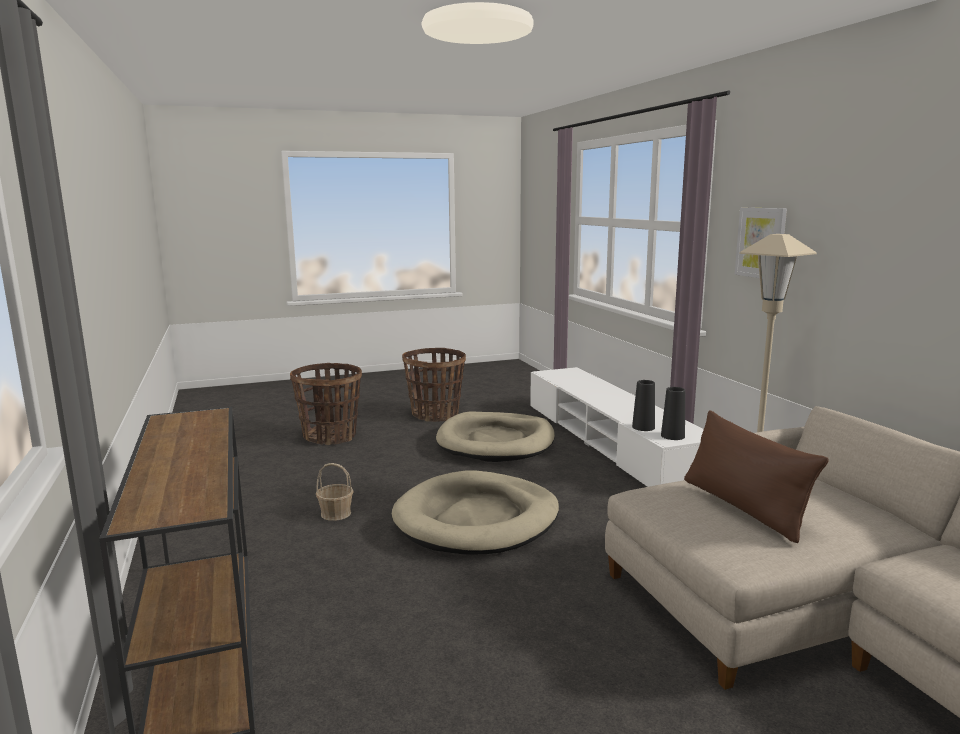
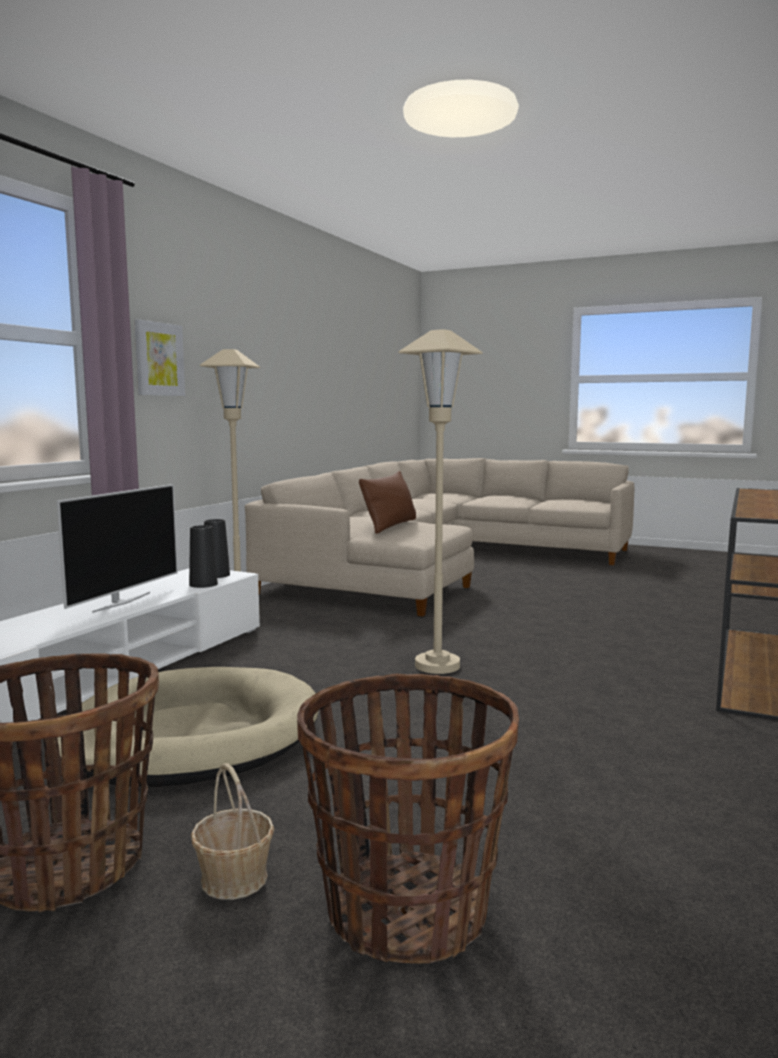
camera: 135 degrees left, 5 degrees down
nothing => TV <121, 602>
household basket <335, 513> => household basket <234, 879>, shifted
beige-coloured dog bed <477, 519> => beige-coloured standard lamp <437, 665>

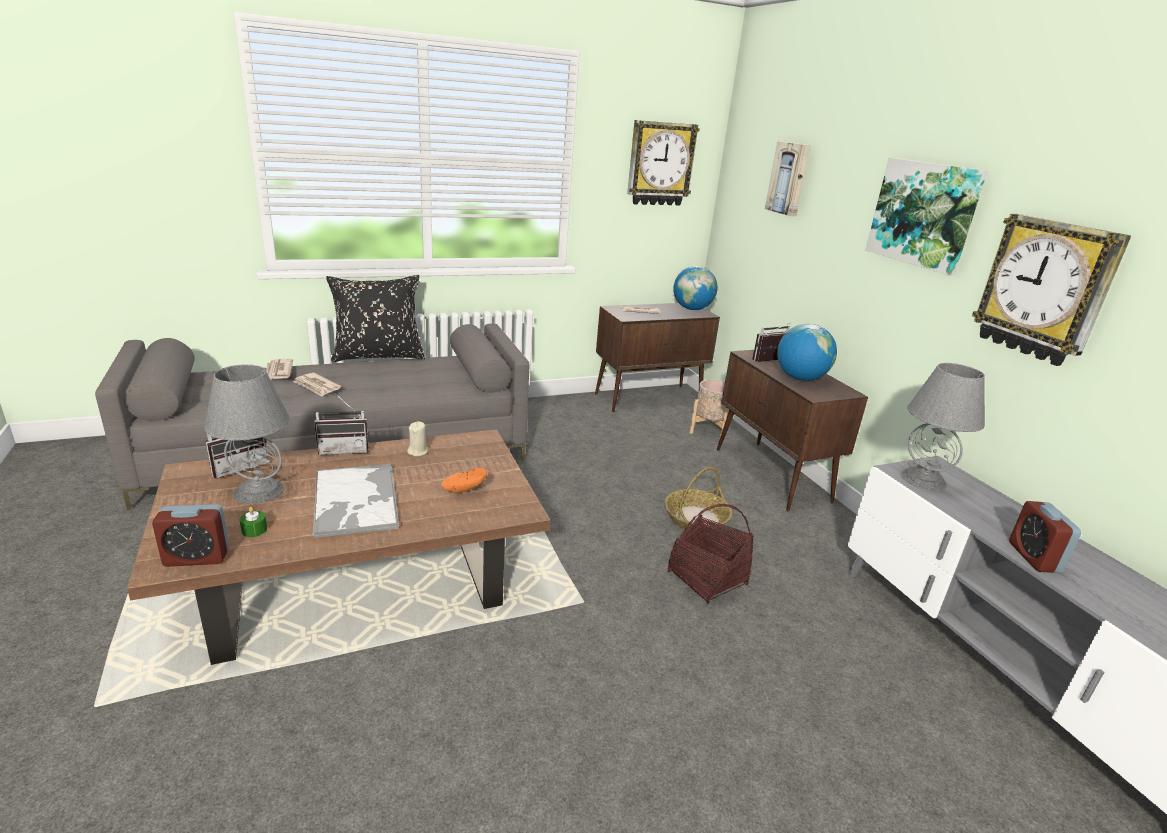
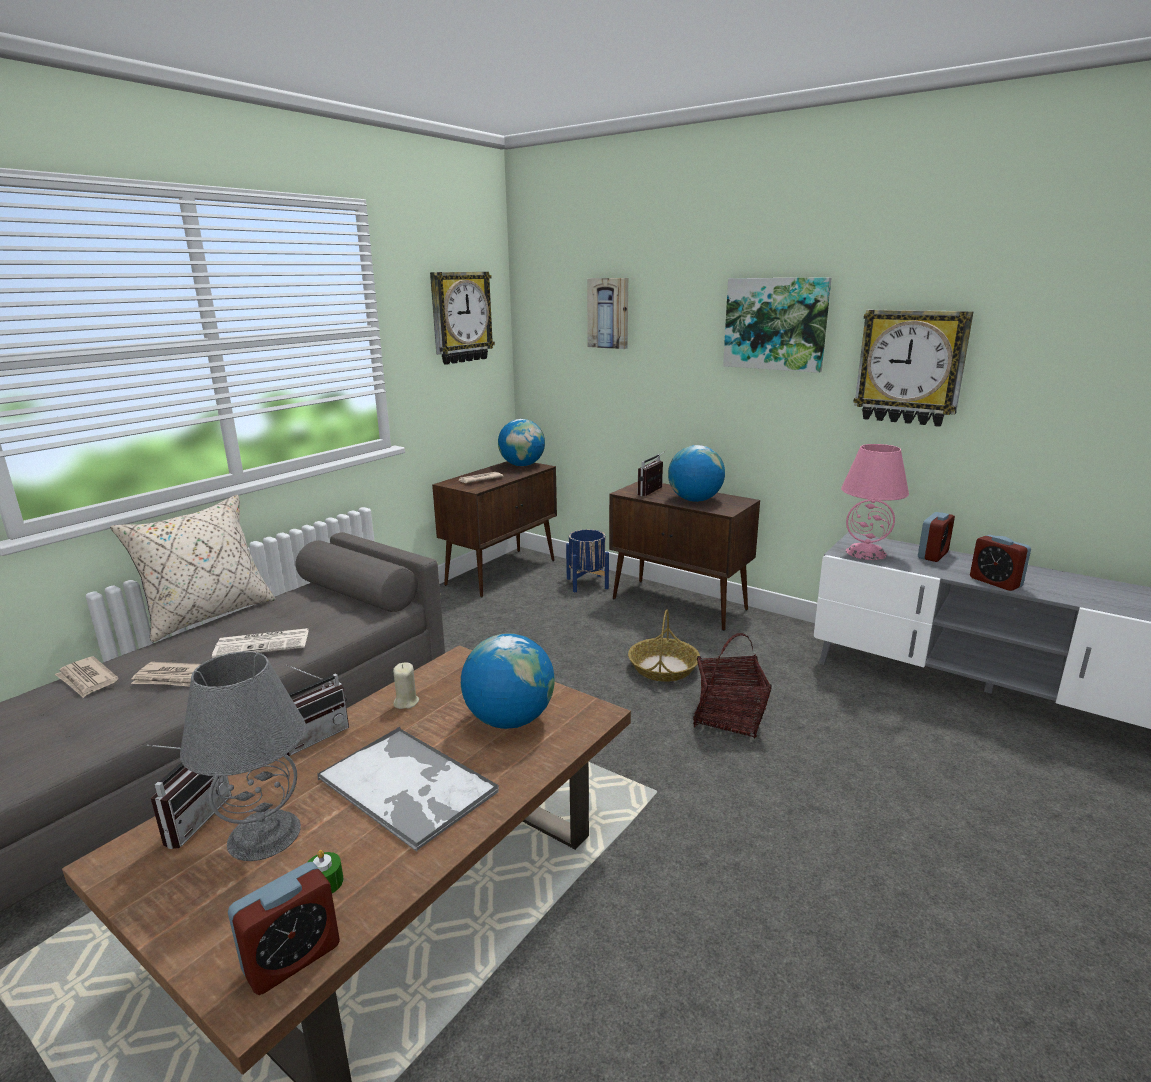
camera: 30 degrees left, 5 degrees down
black-coloured throw pillow <378, 356> => beige-coloured throw pillow <208, 615>
nothing => newspaper <264, 643>
orangey bowl <463, 489> => globe <509, 720>
beige-coloured plant pot <708, 430> => bluish plant pot <587, 583>
greyish lamp for a table <922, 479> => pinkish lamp for a table <865, 553>
nothing => bedside clock <933, 555>

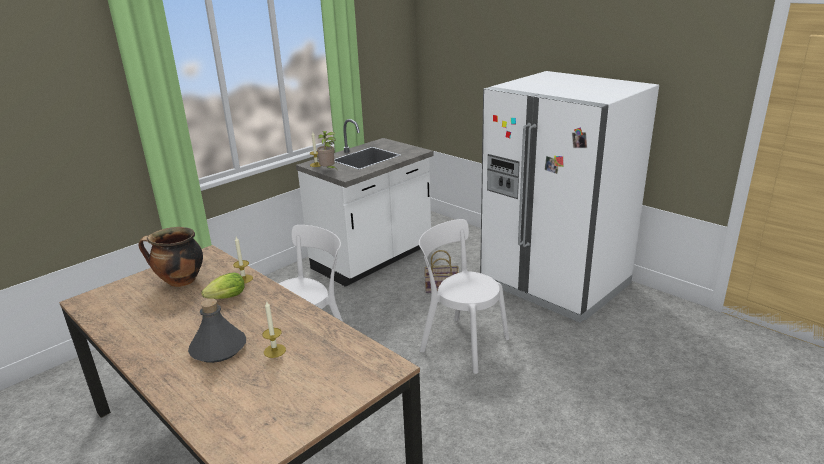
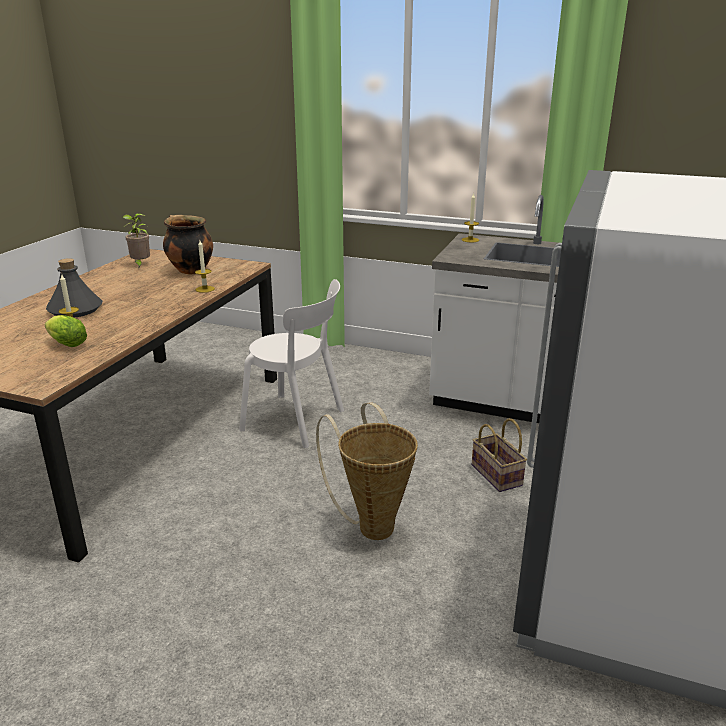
camera: 65 degrees right, 0 degrees up
lettuce head <225, 298> => lettuce head <65, 344>, shifted
houseplant <328, 170> => houseplant <140, 265>, shifted
white plain chair <461, 343> => household basket <372, 524>

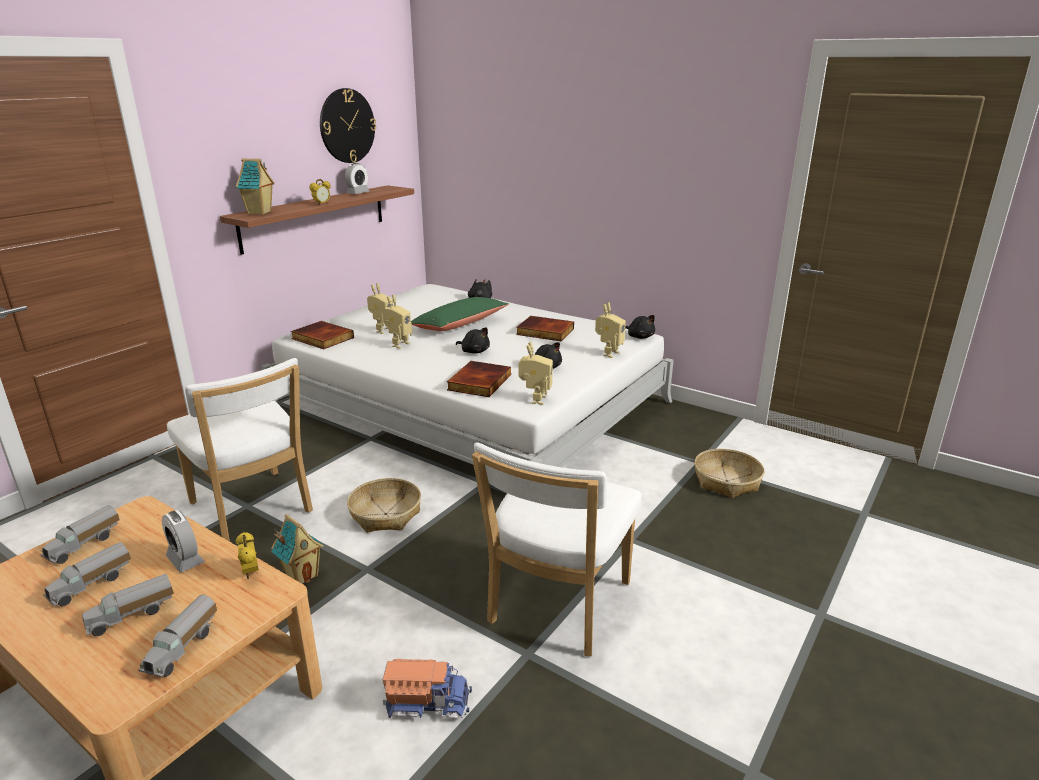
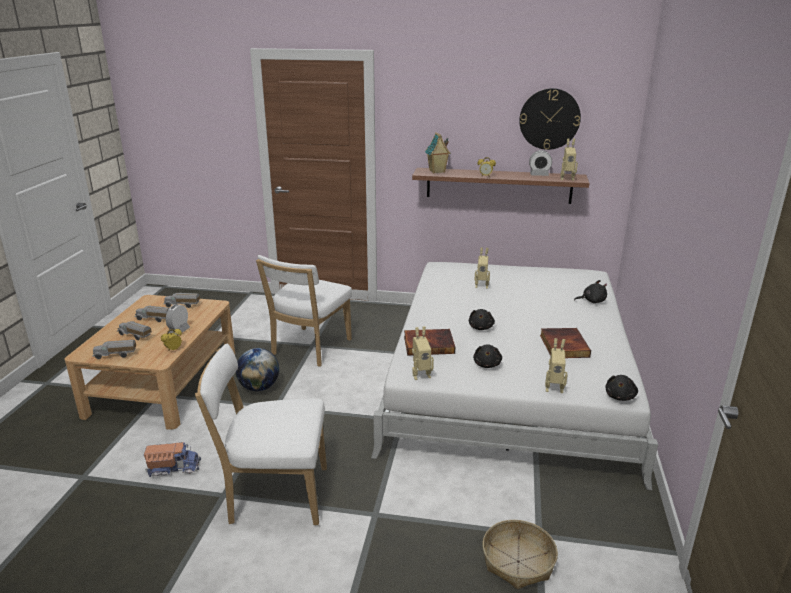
camera: 65 degrees right, 0 degrees up
model truck <427, 701> => model truck <173, 467>, 75 degrees counterclockwise
toy house <302, 575> => globe <259, 387>
robot figure <398, 344> => robot figure <566, 178>, shifted
book <321, 338> => nothing
household basket <386, 514> => nothing
green throw pillow <460, 324> => nothing

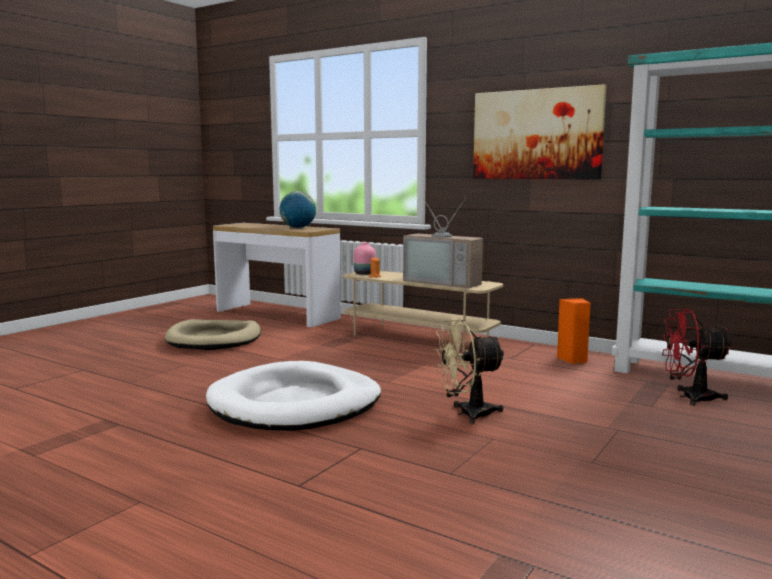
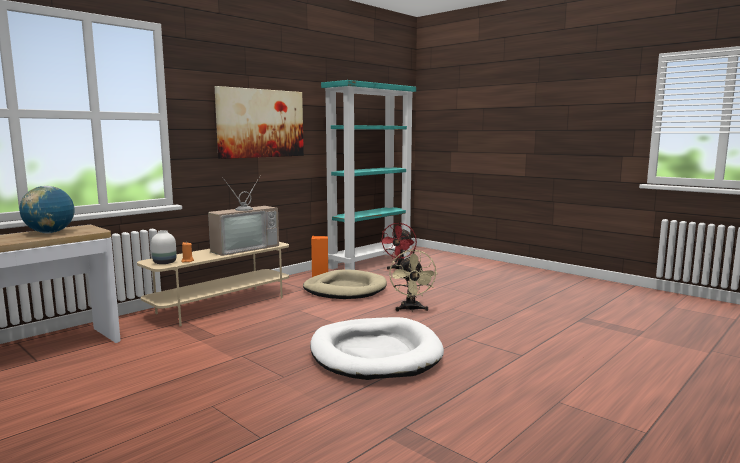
camera: 80 degrees left, 0 degrees up
pinkish vase <365, 274> => white vase <165, 262>
beige-coloured dog bed <214, 339> => beige-coloured dog bed <345, 289>, shifted

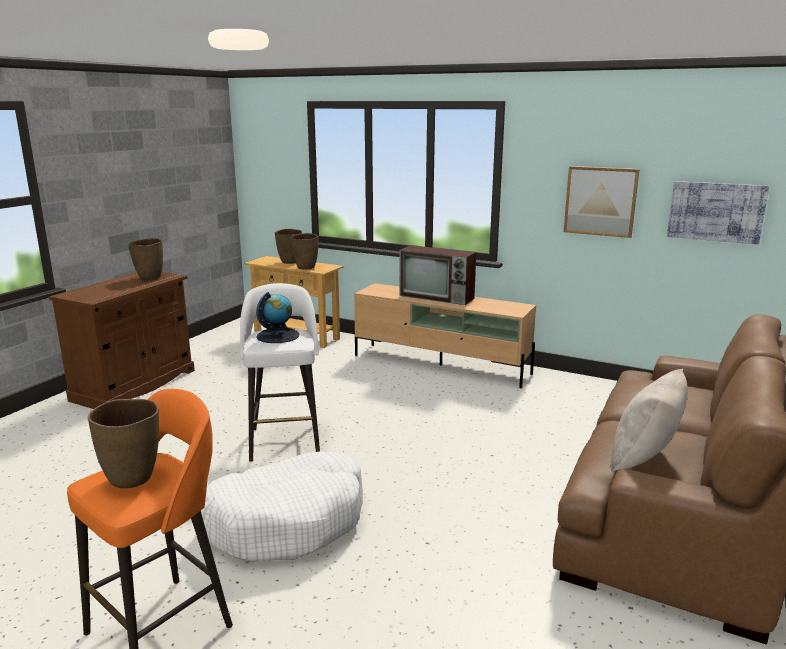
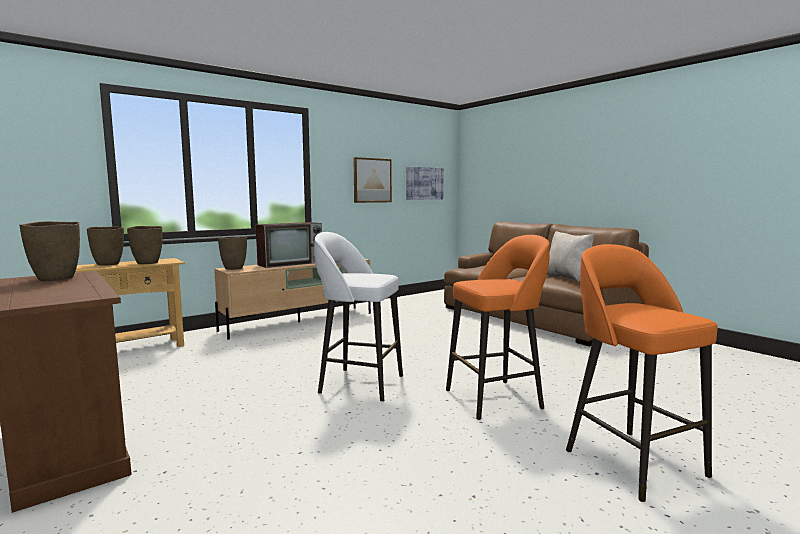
camera: 65 degrees left, 10 degrees down
brown-coloured vase <132, 478> => brown-coloured vase <234, 268>, shifted
white dog bed <288, 521> => orangey stool <496, 399>
globe <278, 336> => nothing

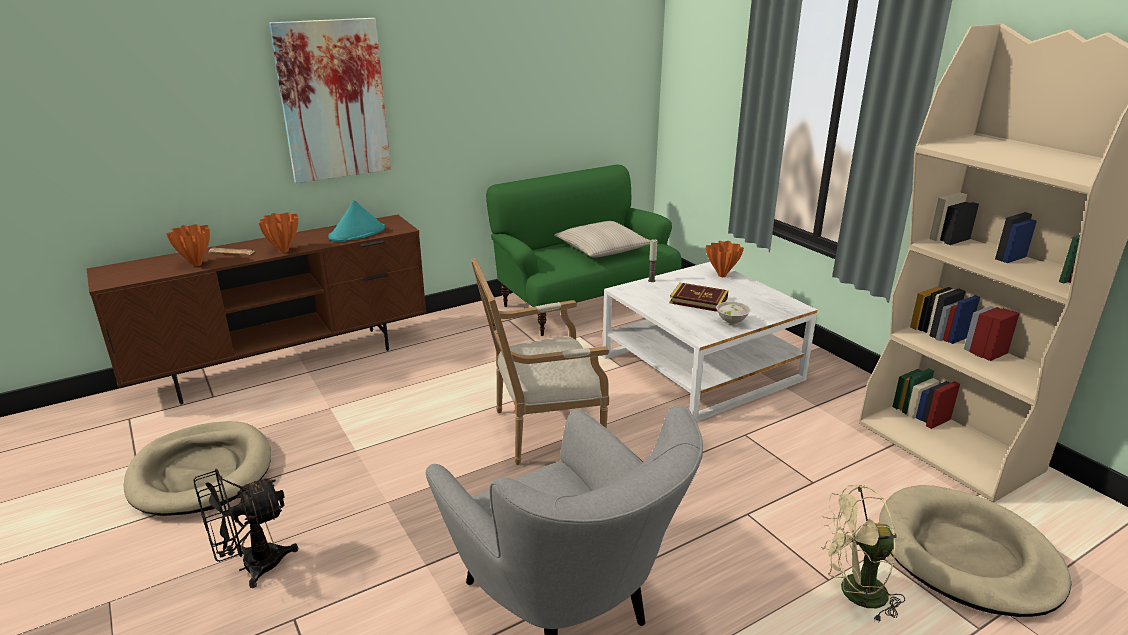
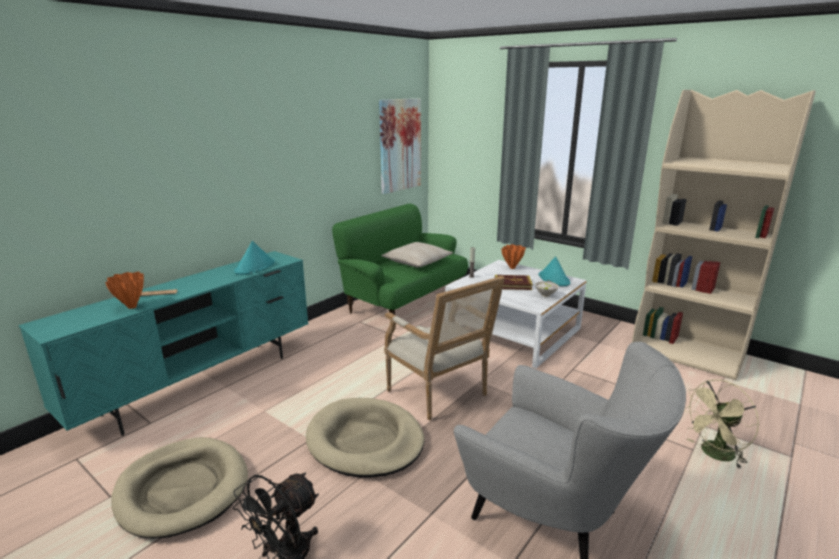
camera: 20 degrees left, 5 degrees down
brown-coloured tv unit <286, 364> => blue-green tv unit <201, 384>
beige-coloured dog bed <966, 555> => beige-coloured dog bed <365, 441>, shifted
picture <333, 100> => picture <400, 145>, shifted
easy chair <541, 432> => easy chair <441, 394>, 90 degrees counterclockwise
nothing => blue-green wearable hat <553, 279>
orangey vase <284, 251> => nothing

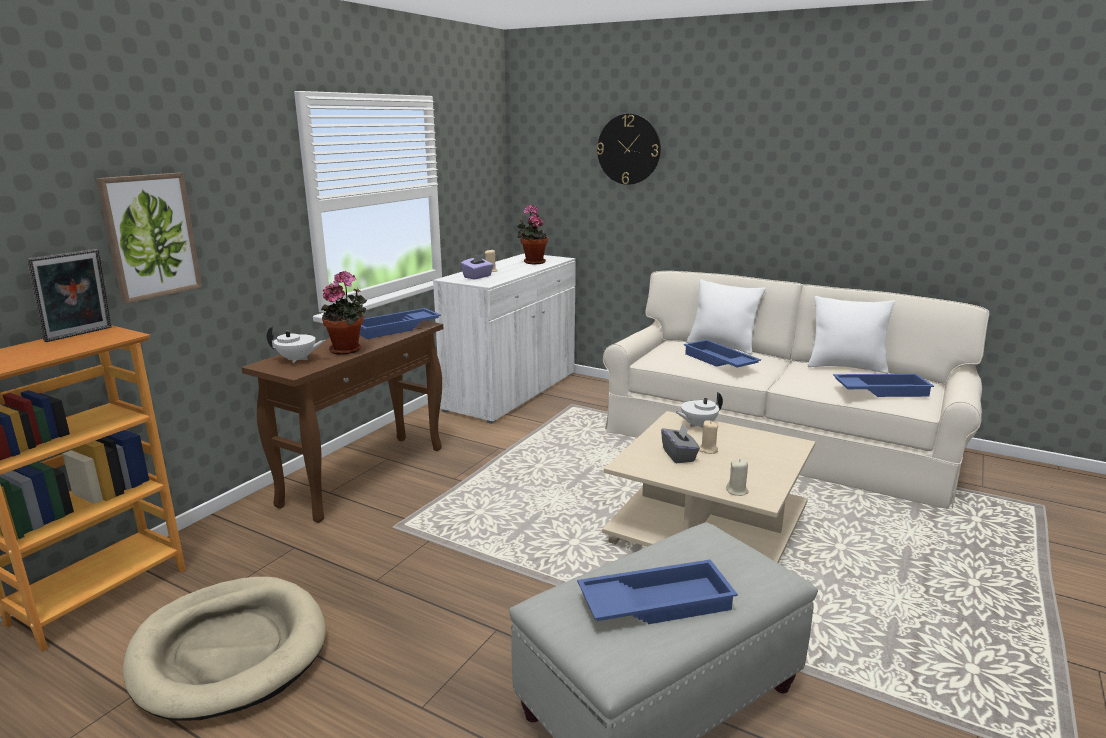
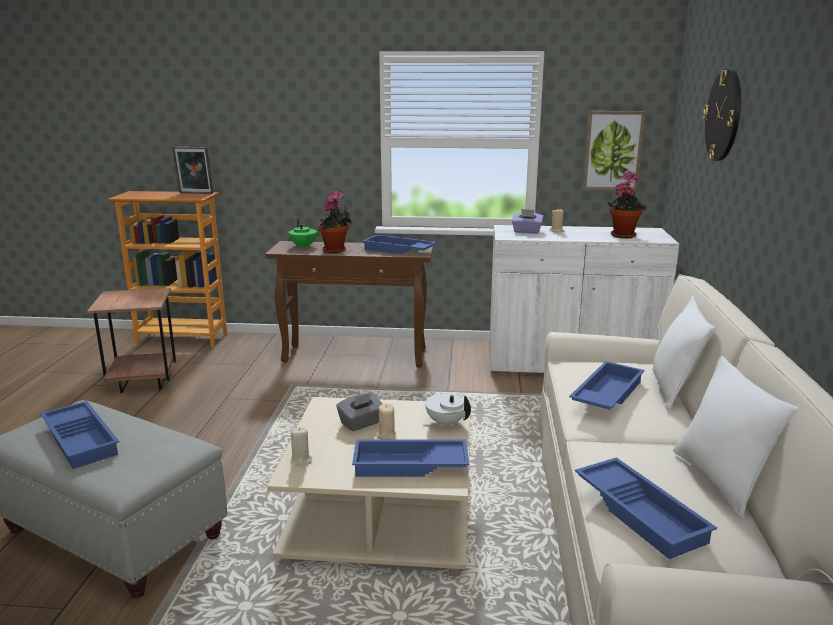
camera: 65 degrees right, 0 degrees up
beige-coloured dog bed <229, 651> => brown-coloured accent table <144, 382>
white tea pot <297, 359> => green tea pot <303, 246>
nothing => bluish carrying tray <409, 466>
picture <150, 236> => picture <612, 150>, shifted

